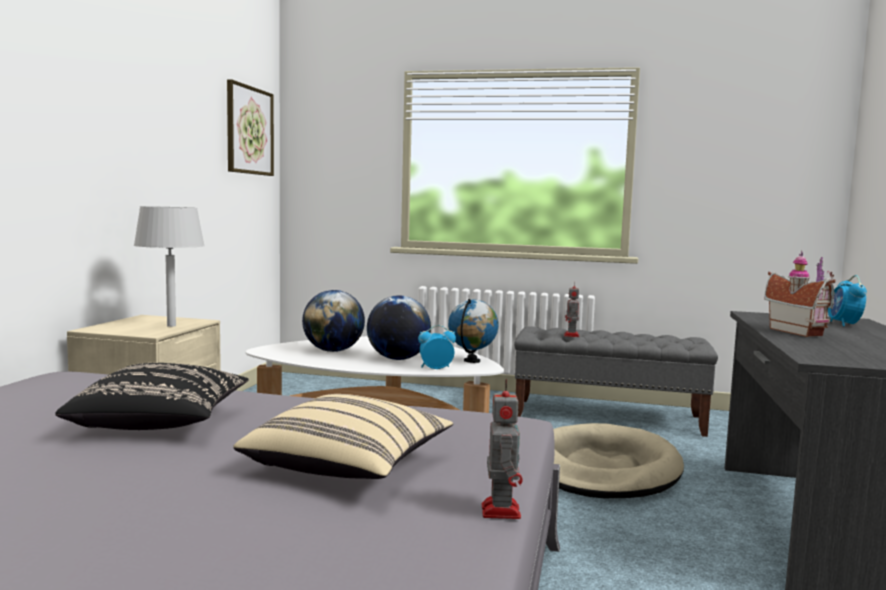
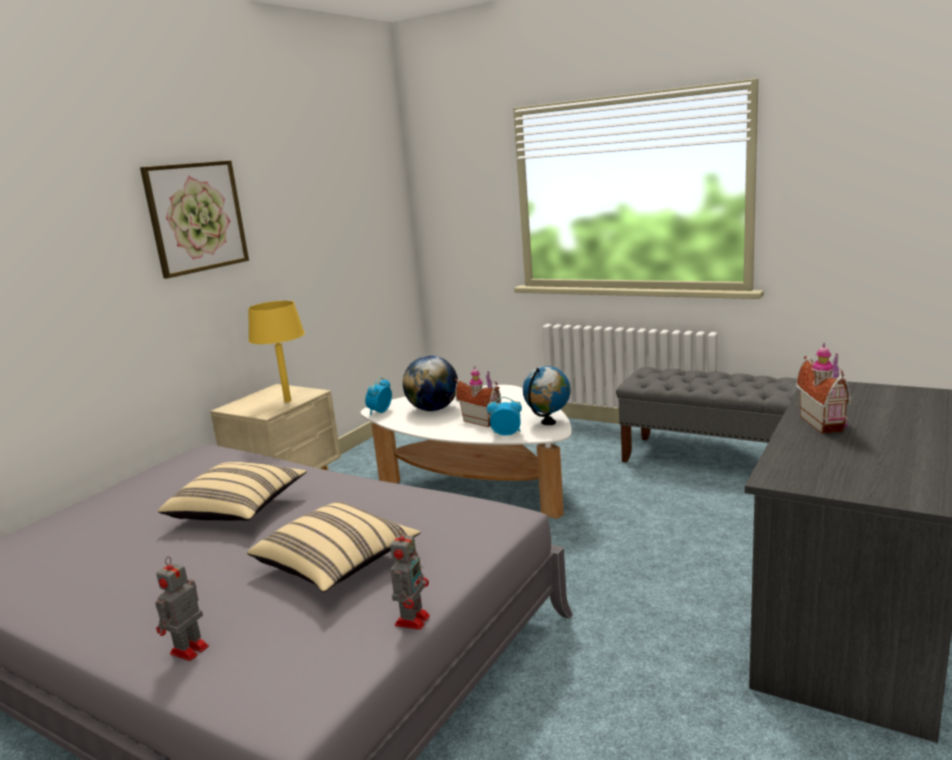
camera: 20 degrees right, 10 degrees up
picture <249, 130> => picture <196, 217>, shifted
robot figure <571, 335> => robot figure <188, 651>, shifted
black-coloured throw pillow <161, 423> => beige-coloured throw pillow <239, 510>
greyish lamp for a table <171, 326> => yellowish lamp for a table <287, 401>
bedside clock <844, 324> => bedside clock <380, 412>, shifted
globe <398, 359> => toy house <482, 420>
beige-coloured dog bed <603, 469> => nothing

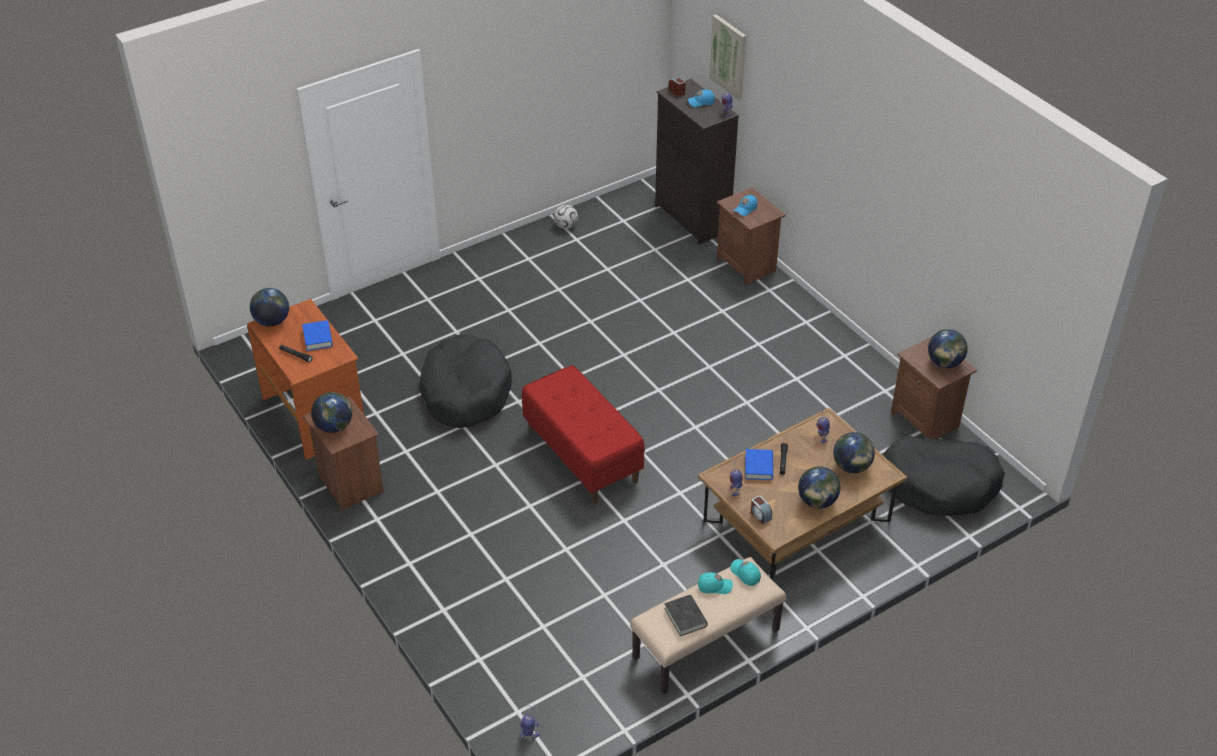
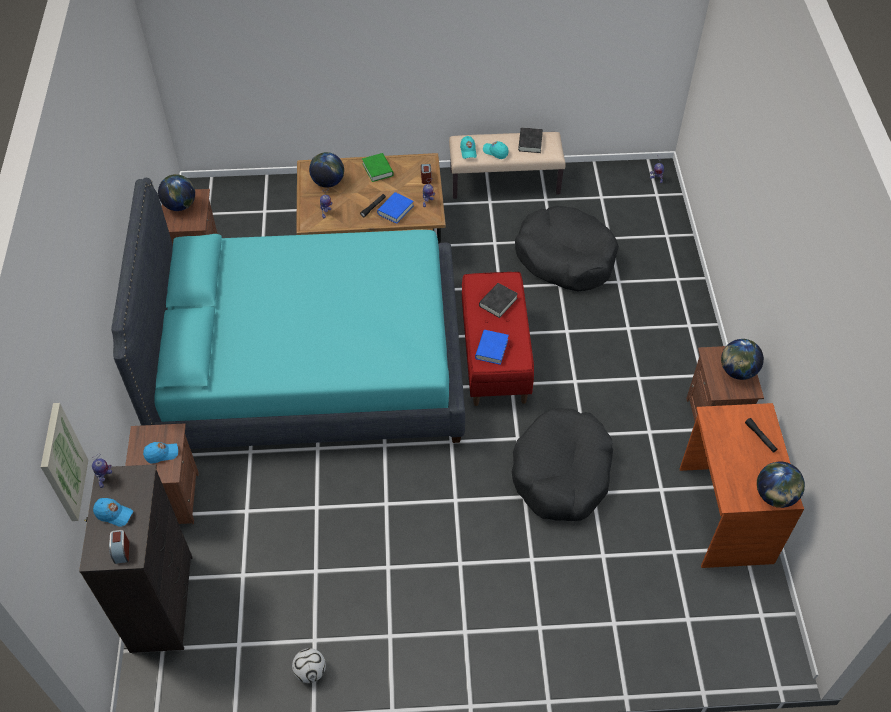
camera: 150 degrees left, 10 degrees up
nothing => blue-green sleeping bed <310, 364>
globe <817, 502> => green book <377, 169>
bluish book <318, 338> => bluish book <491, 349>, shifted
nothing => black-coloured book <498, 302>
black-coloured dog bed <939, 484> => black-coloured dog bed <565, 257>, shifted

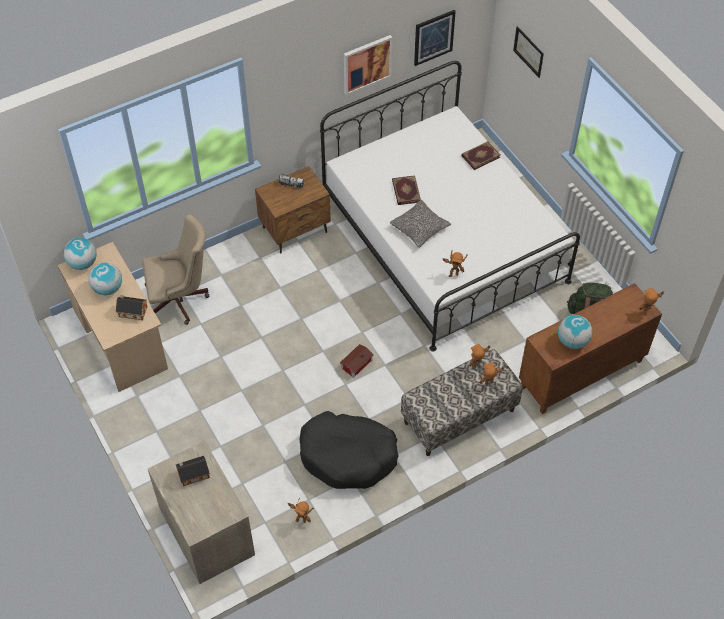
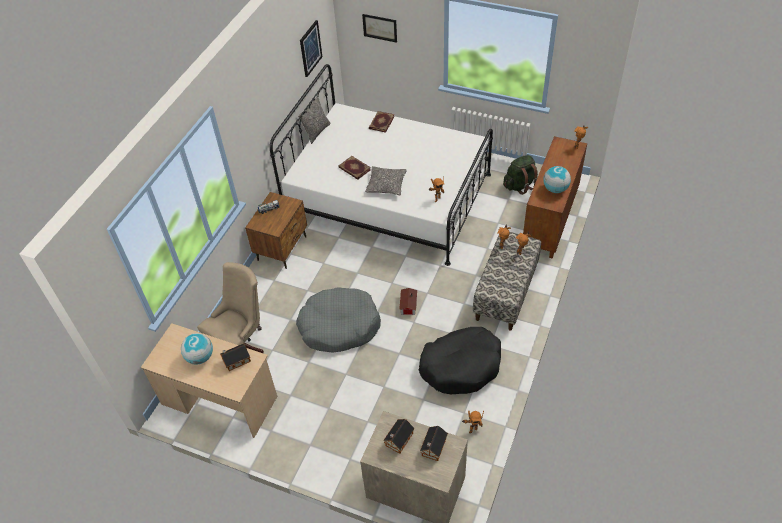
camera: 35 degrees left, 5 degrees down
nothing => greyish dog bed <339, 326>
nothing => throw pillow <316, 132>
nothing => toy house <433, 448>
globe <83, 263> => nothing
picture <367, 64> => nothing

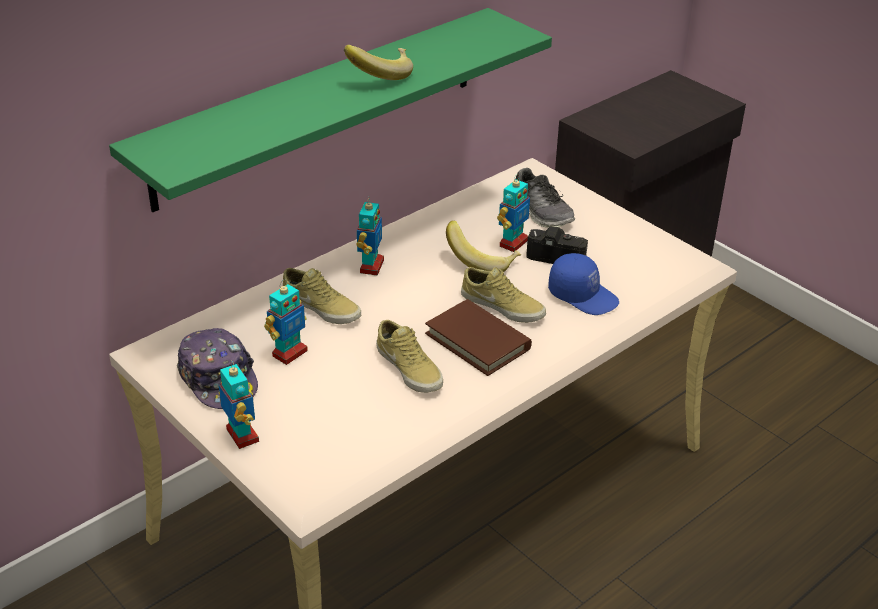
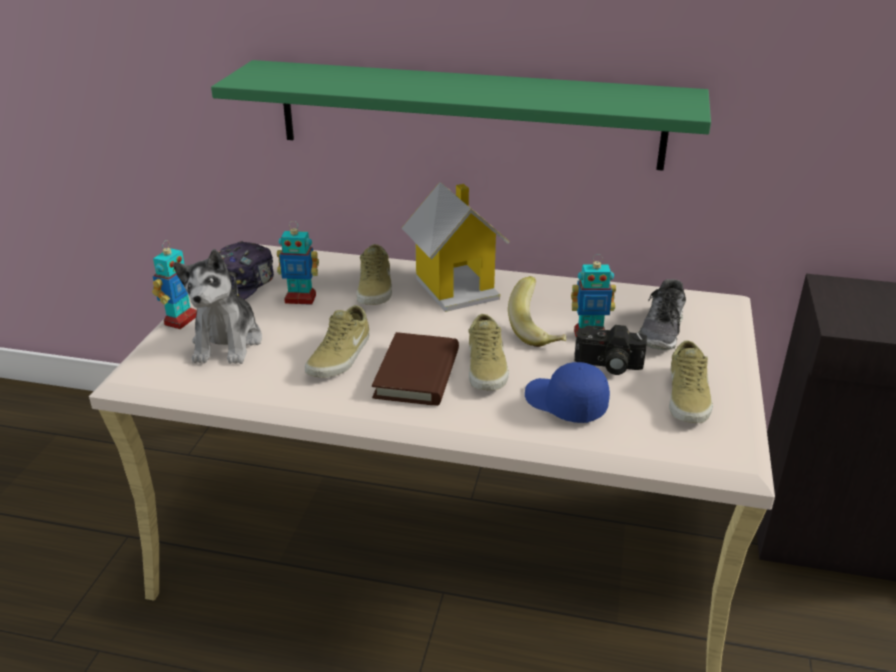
camera: 55 degrees right, 5 degrees down
nothing => cuddly toy <227, 342>
robot figure <371, 266> => toy house <456, 286>
bluish peaked cap <583, 295> => bluish peaked cap <564, 404>, 135 degrees clockwise
photo camera <557, 255> => photo camera <608, 365>, 120 degrees clockwise
nothing => beige-coloured low shoe <689, 397>
banana fruit <380, 75> => nothing

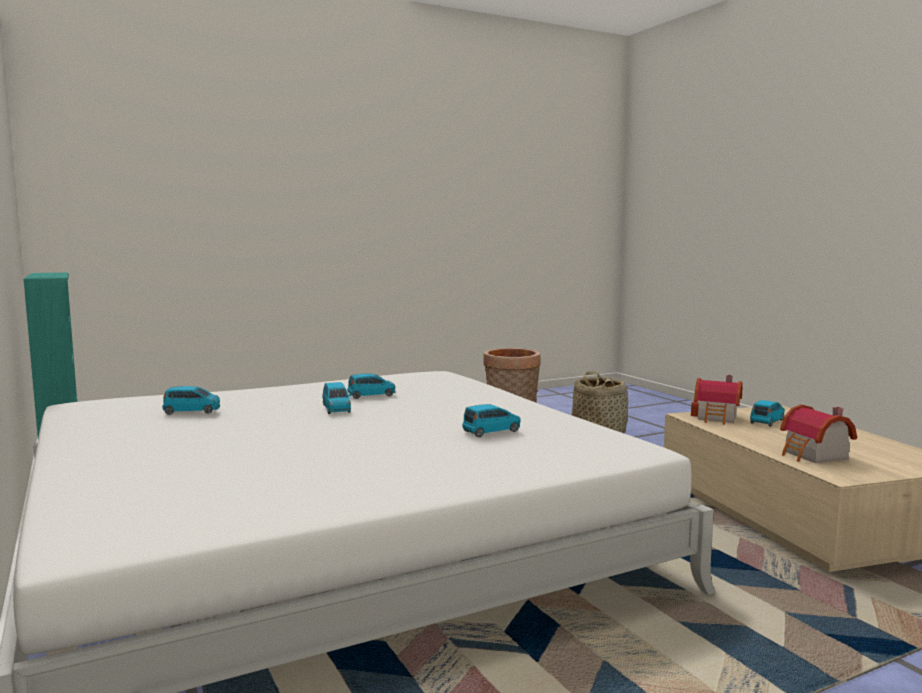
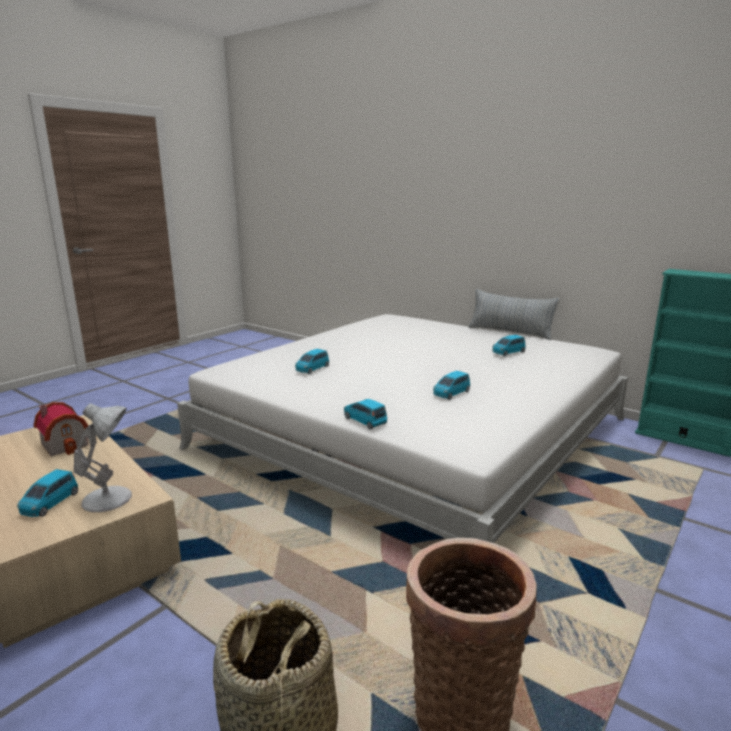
camera: 155 degrees right, 10 degrees up
toy house <718, 418> => white lamp for a table <109, 499>
bluish model car <336, 409> => bluish model car <365, 421>, shifted
nothing => throw pillow <510, 332>

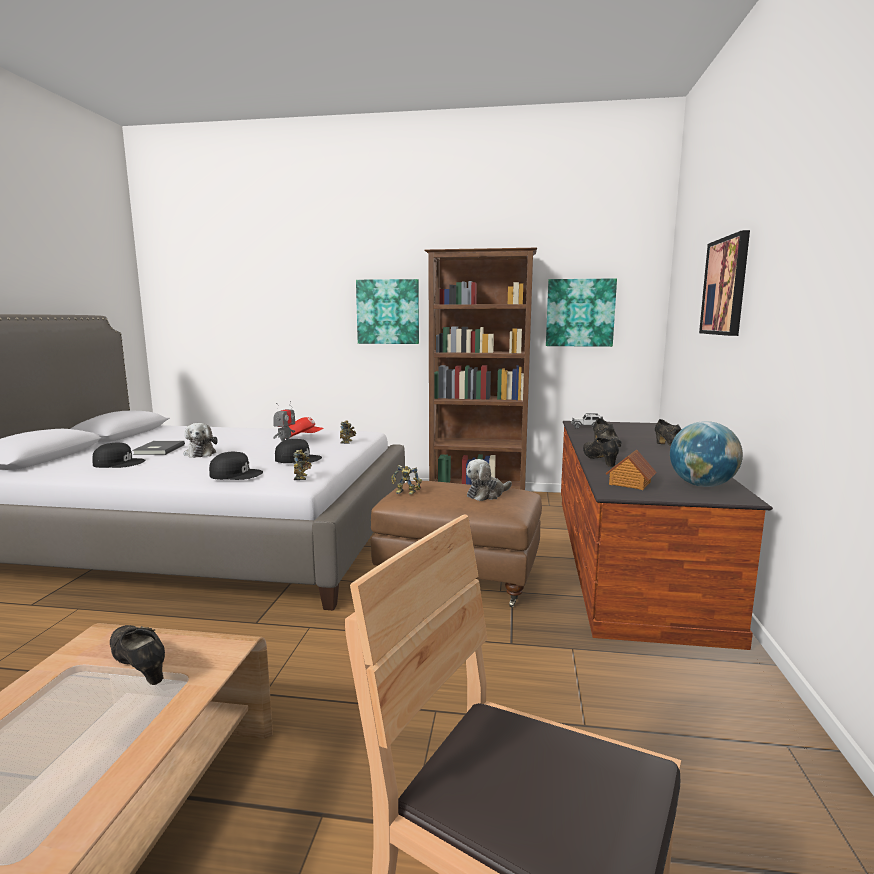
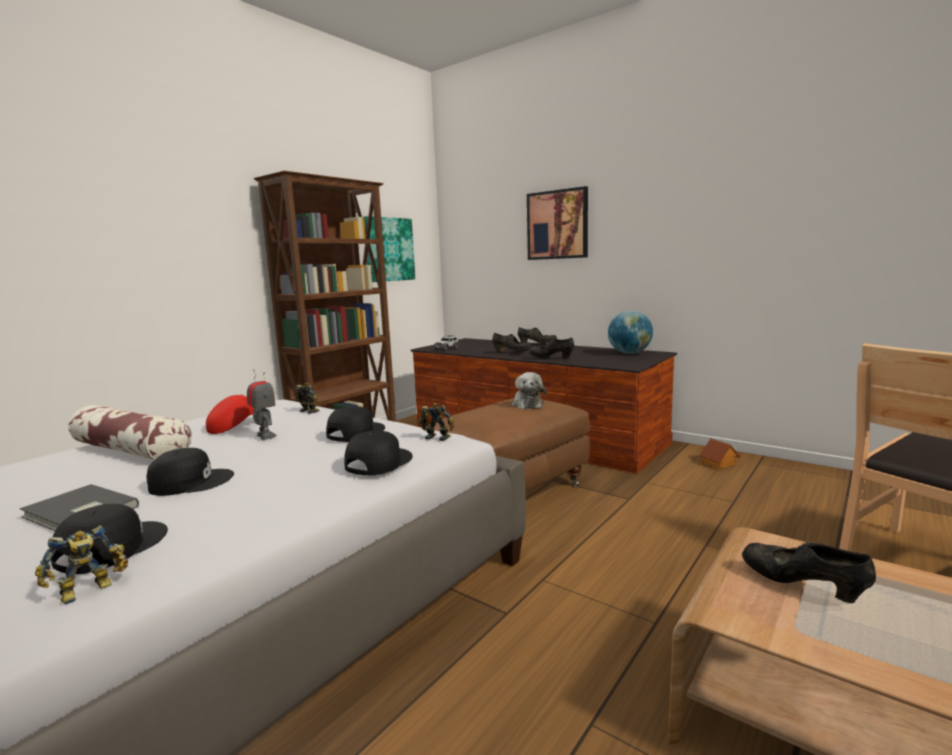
camera: 60 degrees left, 0 degrees up
robot figure <406, 493> => robot figure <89, 591>, shifted
nothing => throw pillow <131, 450>
cuddly toy <200, 453> => black-coloured peaked cap <191, 482>
toy house <629, 483> => toy house <719, 463>, shifted
black-coloured low shoe <139, 667> => black-coloured low shoe <802, 586>, 60 degrees clockwise
picture <388, 312> => nothing

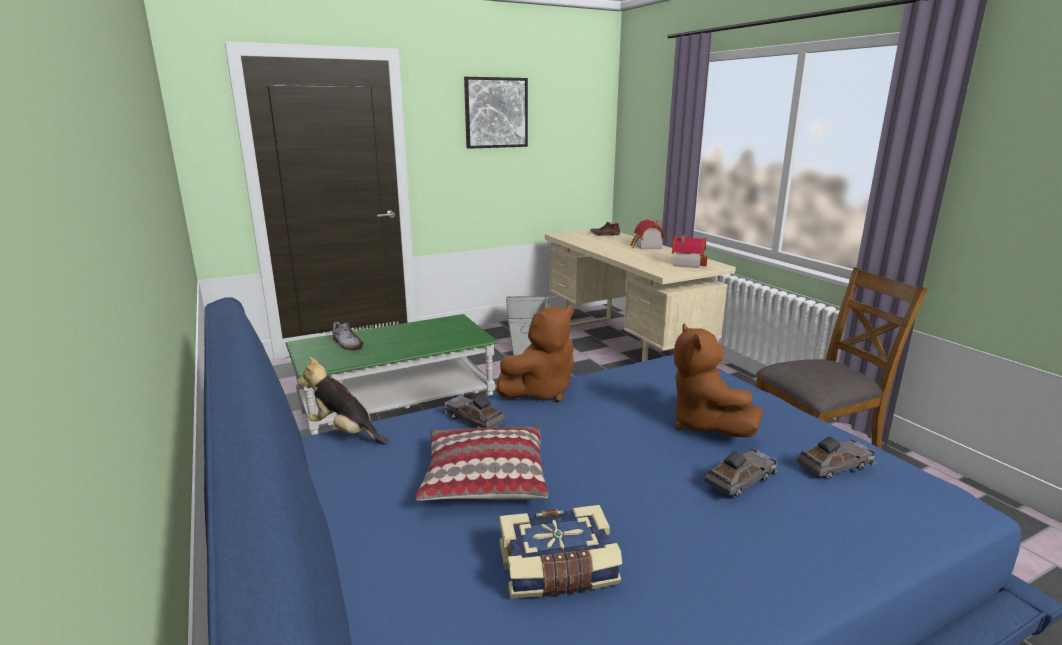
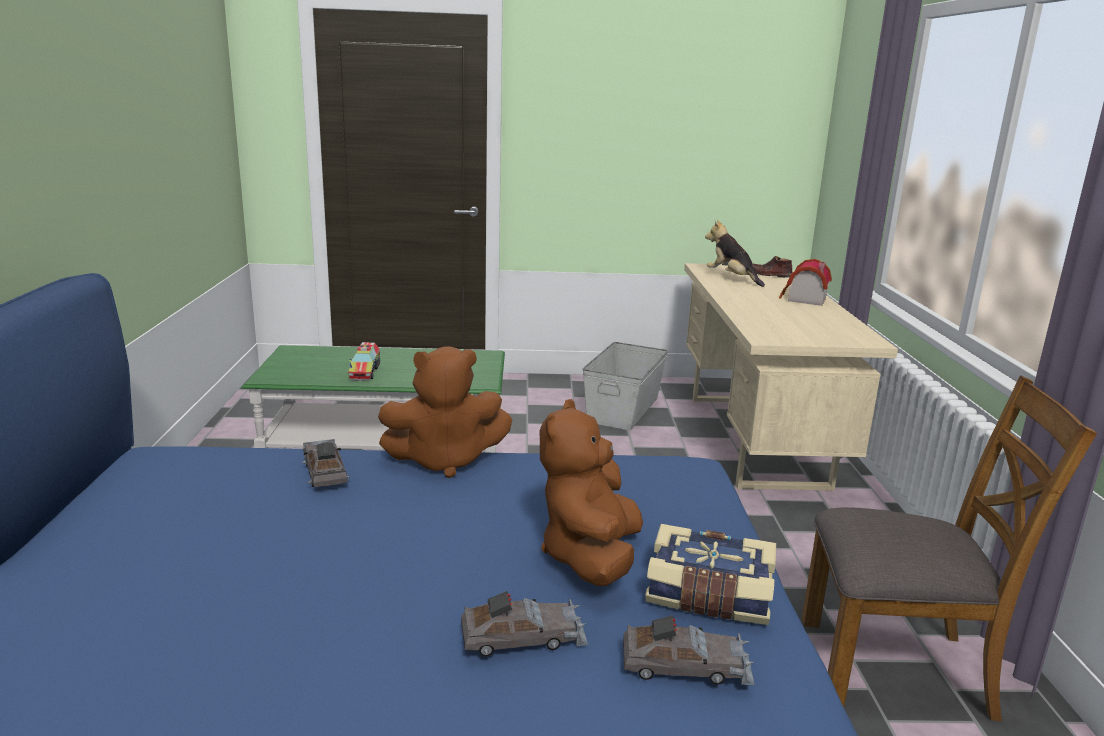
camera: 25 degrees right, 0 degrees up
nothing => model truck <365, 371>
book <558, 570> => book <709, 595>, shifted
cuddly toy <345, 432> => cuddly toy <732, 278>, shifted
low shoe <347, 344> => nothing
throw pillow <484, 478> => nothing
picture <496, 113> => nothing
toy house <686, 263> => nothing

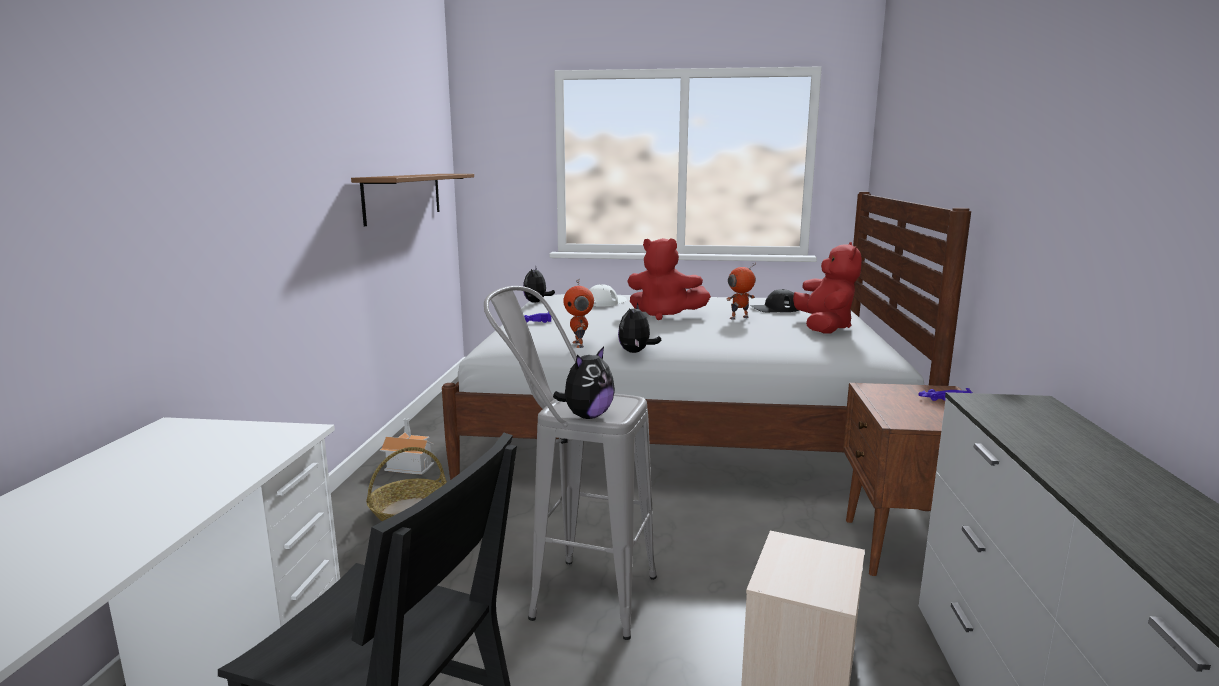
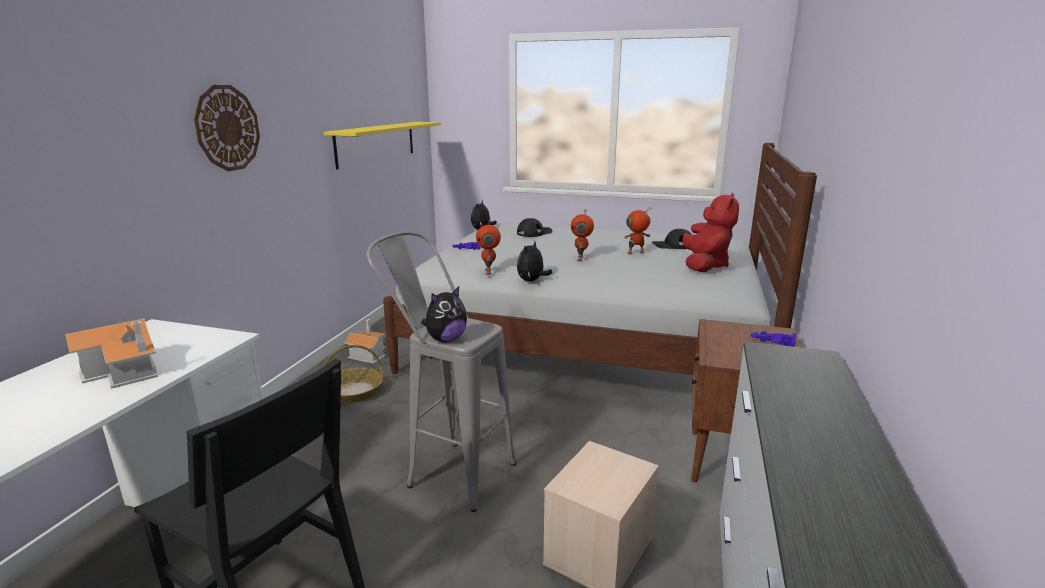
camera: 10 degrees right, 5 degrees up
nothing => toy house <125, 370>
nothing => wall clock <227, 128>
brown-coloured shelf <404, 196> => yellowish shelf <377, 143>
white peaked cap <605, 302> => black-coloured peaked cap <534, 233>
nothing => robot figure <581, 259>
reddish cuddly toy <664, 315> => nothing

